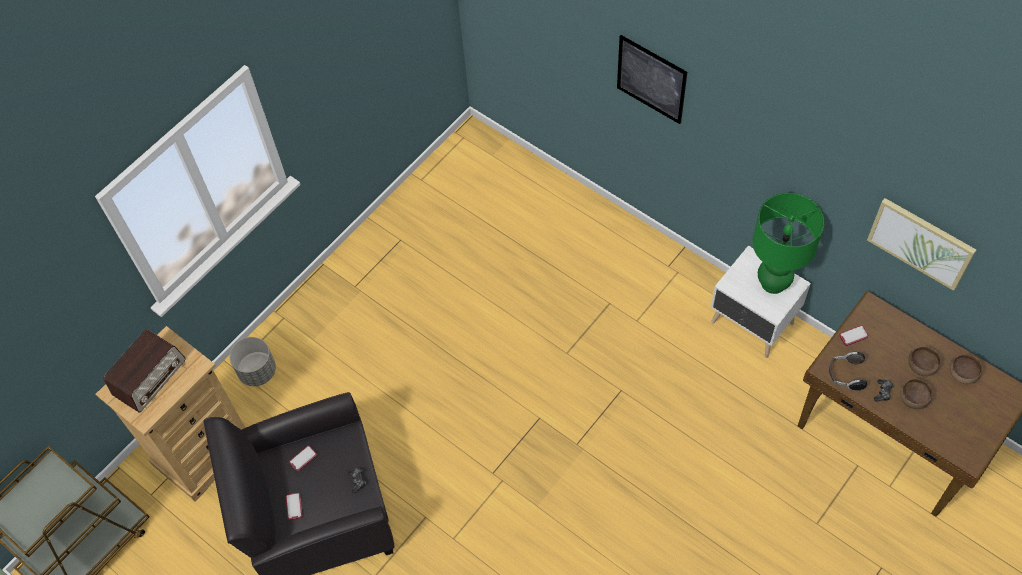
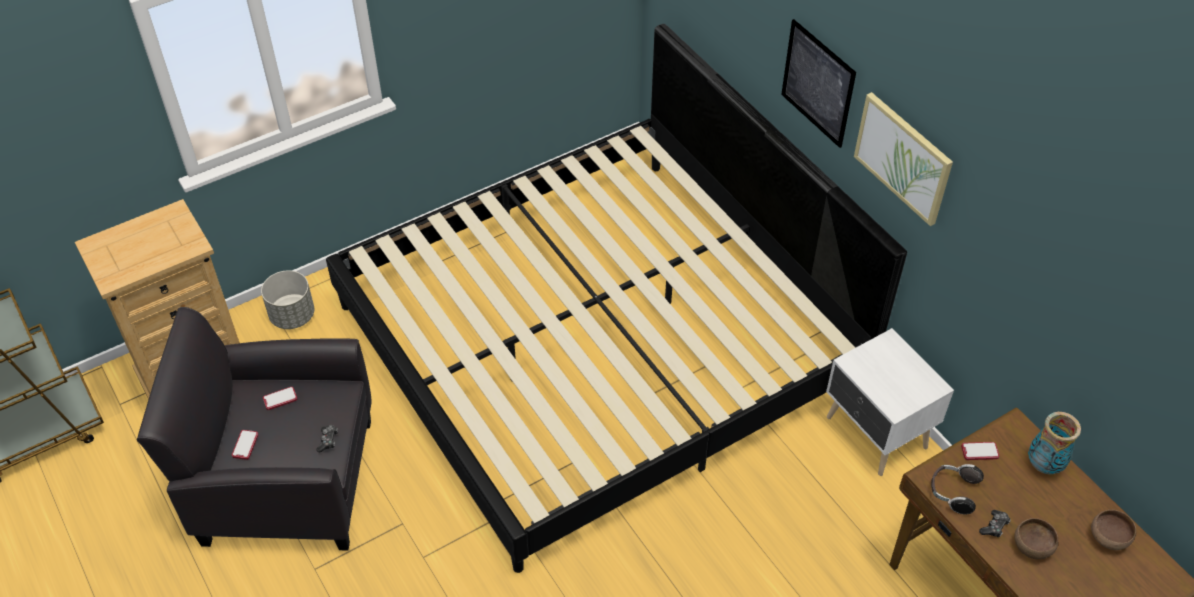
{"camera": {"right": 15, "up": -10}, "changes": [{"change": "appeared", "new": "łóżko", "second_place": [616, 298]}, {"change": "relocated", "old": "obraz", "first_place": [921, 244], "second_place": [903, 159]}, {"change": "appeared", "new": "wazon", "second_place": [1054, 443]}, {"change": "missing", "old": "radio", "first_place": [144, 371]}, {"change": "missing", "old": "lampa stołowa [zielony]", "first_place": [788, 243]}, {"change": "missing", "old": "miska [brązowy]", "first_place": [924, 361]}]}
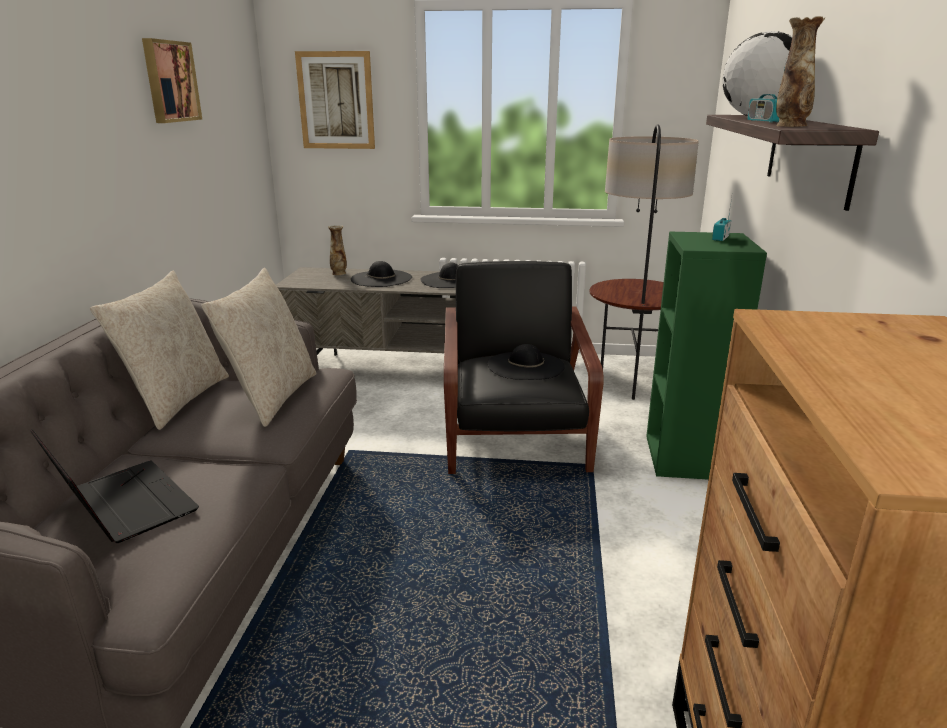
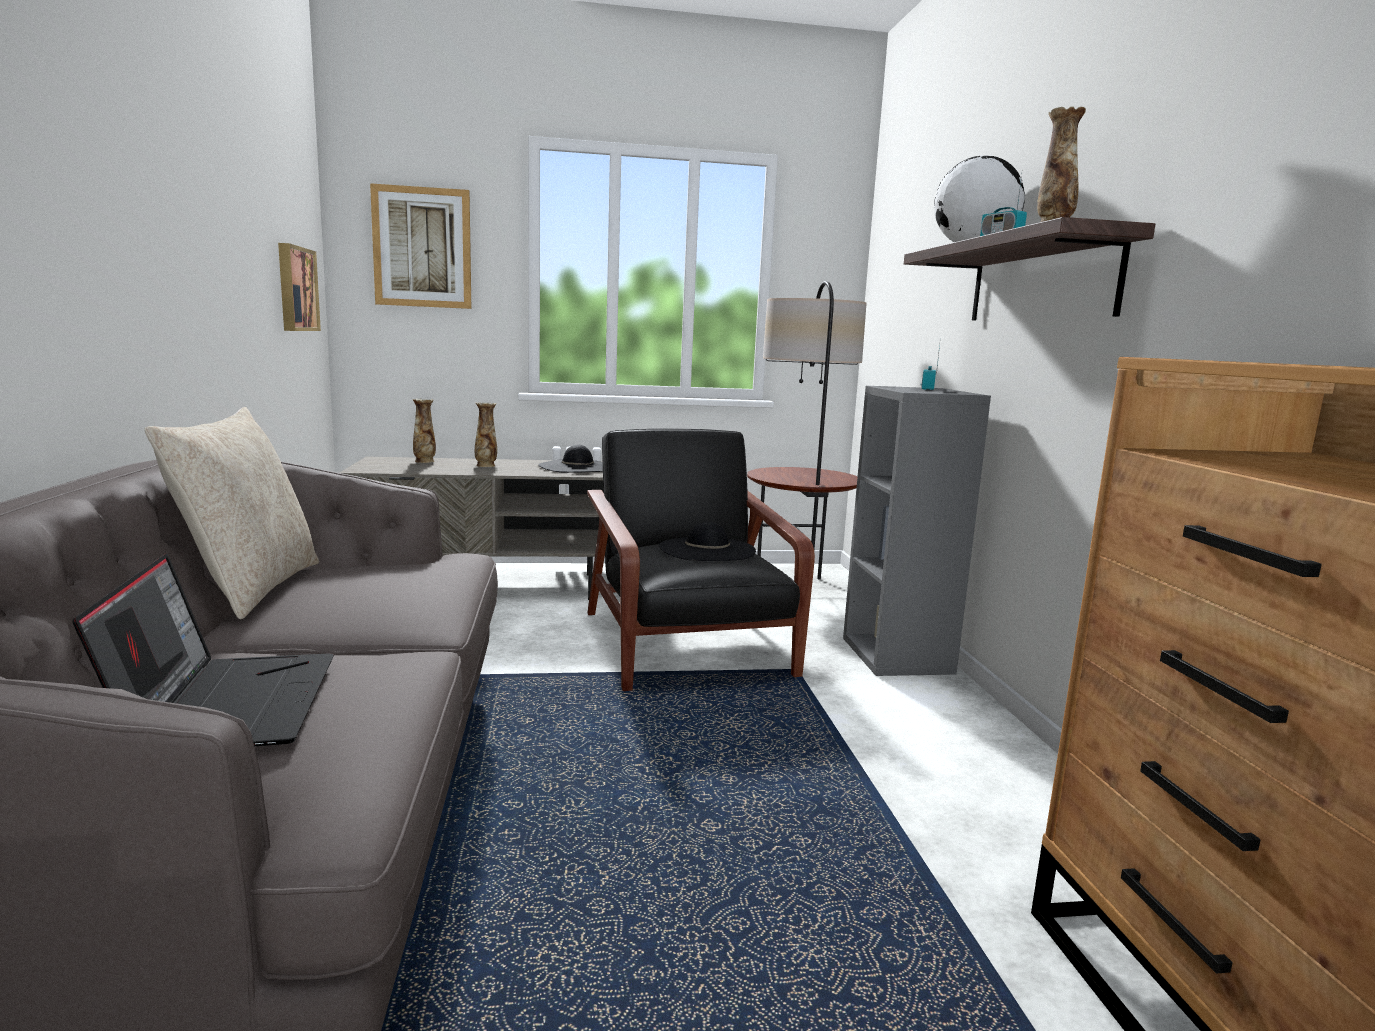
{"camera": {"right": -15, "up": -10}, "changes": [{"change": "spun", "old": "laptop", "first_place": [115, 486], "second_place": [203, 650], "degrees": 45}, {"change": "relocated", "old": "obraz", "first_place": [172, 80], "second_place": [299, 287]}, {"change": "exchanged", "old": "kapelusz [czarny]", "new": "wazon", "first_place": [381, 274], "second_place": [486, 434]}, {"change": "colour", "old": "regał [zielony]", "new": "regał [szary]", "first_place": [706, 356], "second_place": [917, 531]}, {"change": "missing", "old": "poduszka [beżowy]", "first_place": [259, 347]}]}
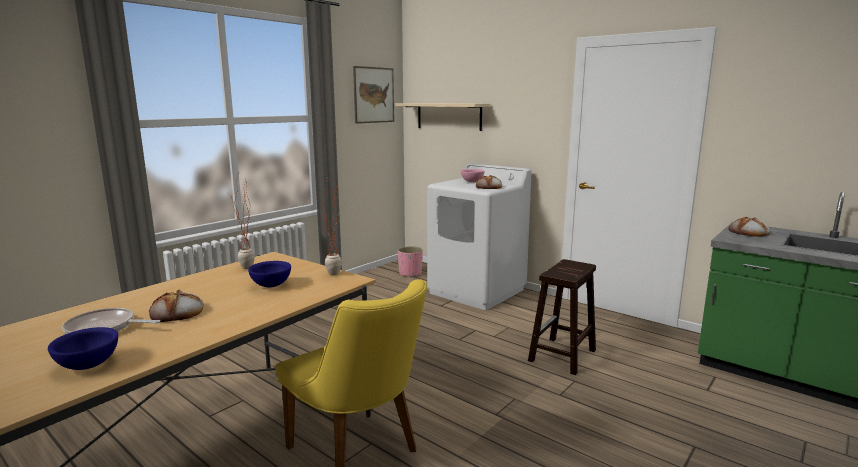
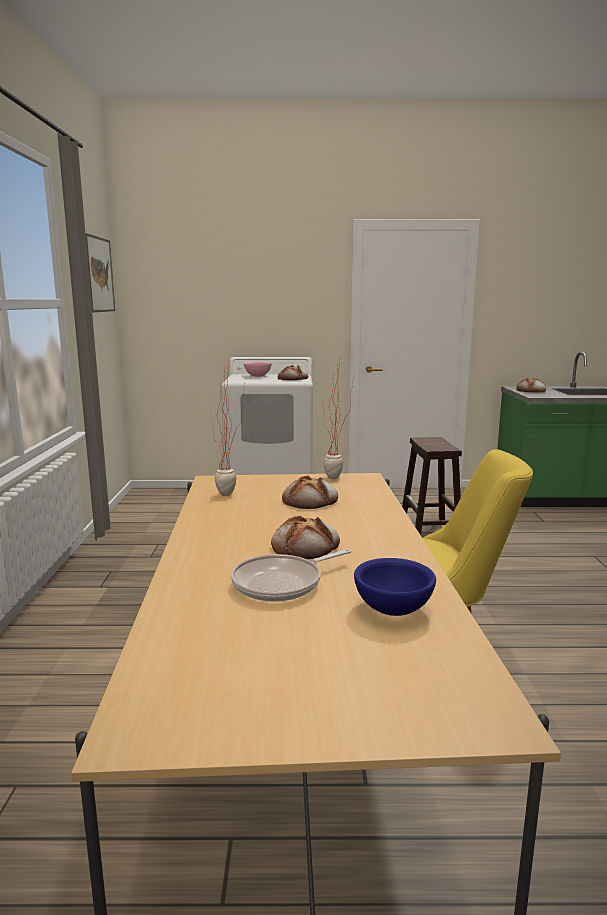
{"camera": {"right": -40, "up": 0}, "changes": [{"change": "exchanged", "old": "miska [niebieski]", "new": "chleb", "first_place": [269, 274], "second_place": [310, 492]}, {"change": "missing", "old": "półka [beżowy]", "first_place": [443, 117]}, {"change": "missing", "old": "donica [różowy]", "first_place": [410, 262]}]}
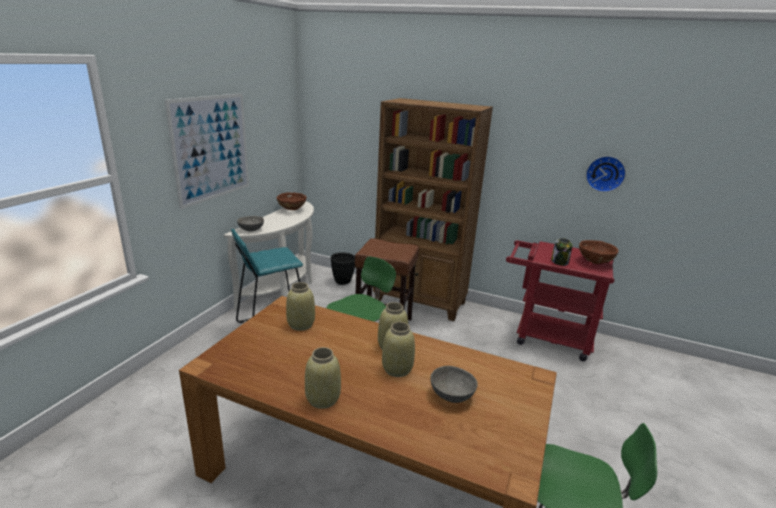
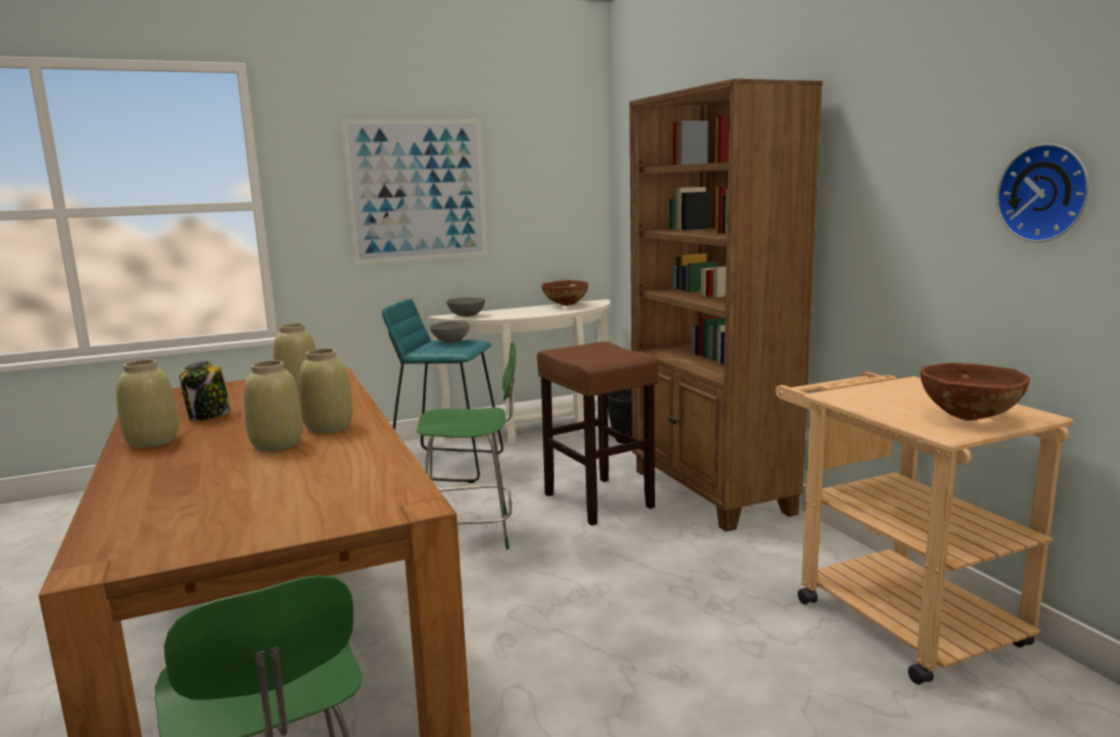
{"camera": {"right": 45, "up": -10}, "changes": [{"change": "relocated", "old": "słoik", "first_place": [561, 252], "second_place": [205, 391]}, {"change": "relocated", "old": "miska [szary]", "first_place": [454, 384], "second_place": [450, 332]}, {"change": "colour", "old": "wózek [czerwony]", "new": "wózek [beżowy]", "first_place": [560, 300], "second_place": [924, 528]}]}
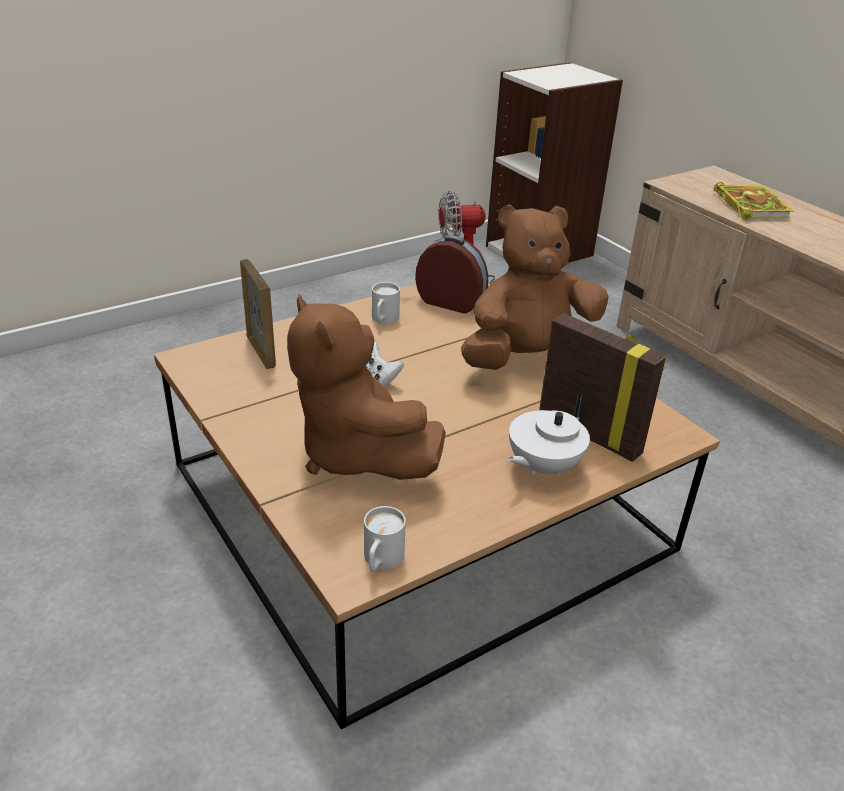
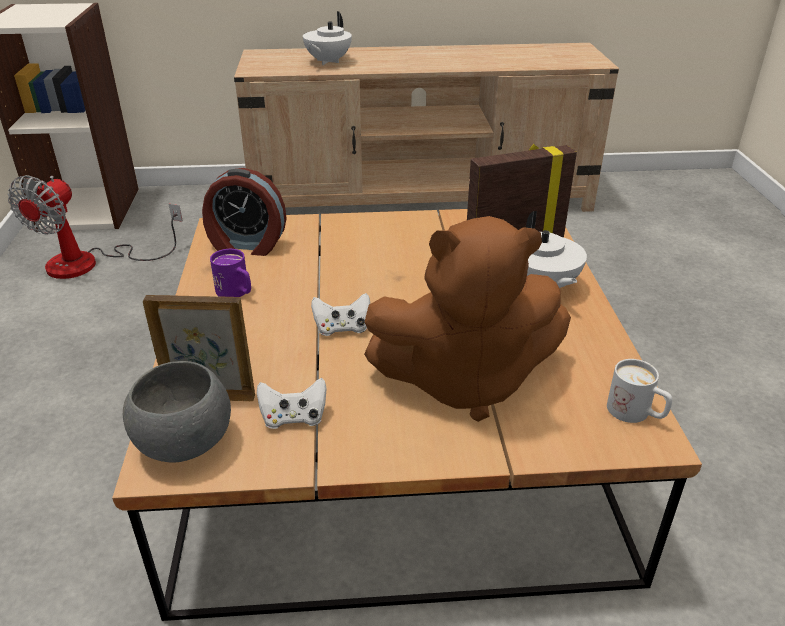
{"camera": {"right": -60, "up": 0}, "changes": [{"change": "appeared", "new": "miska [szary]", "second_place": [177, 412]}, {"change": "spun", "old": "budzik", "first_place": [451, 275], "second_place": [244, 212], "degrees": -135}, {"change": "colour", "old": "kubek [biały]", "new": "kubek [fioletowy]", "first_place": [386, 303], "second_place": [230, 273]}, {"change": "appeared", "new": "pad do gier [biały]", "second_place": [292, 403]}, {"change": "exchanged", "old": "książka", "new": "imbryk [biały]", "first_place": [753, 201], "second_place": [327, 38]}, {"change": "missing", "old": "pluszak [brązowy]", "first_place": [535, 287]}]}
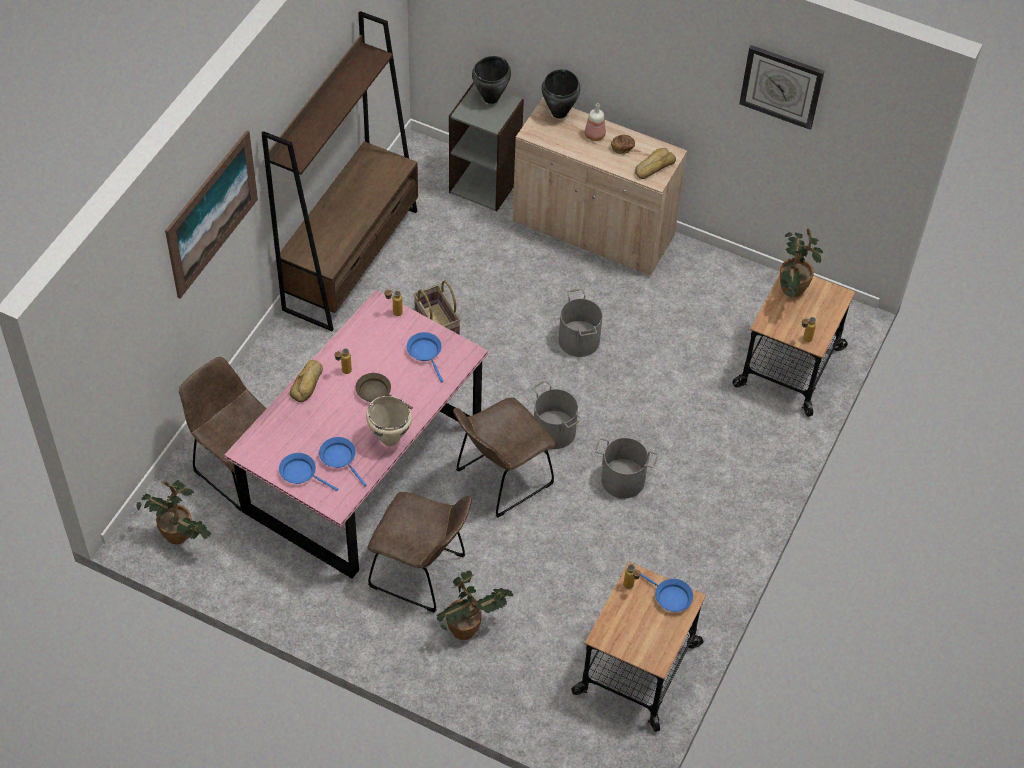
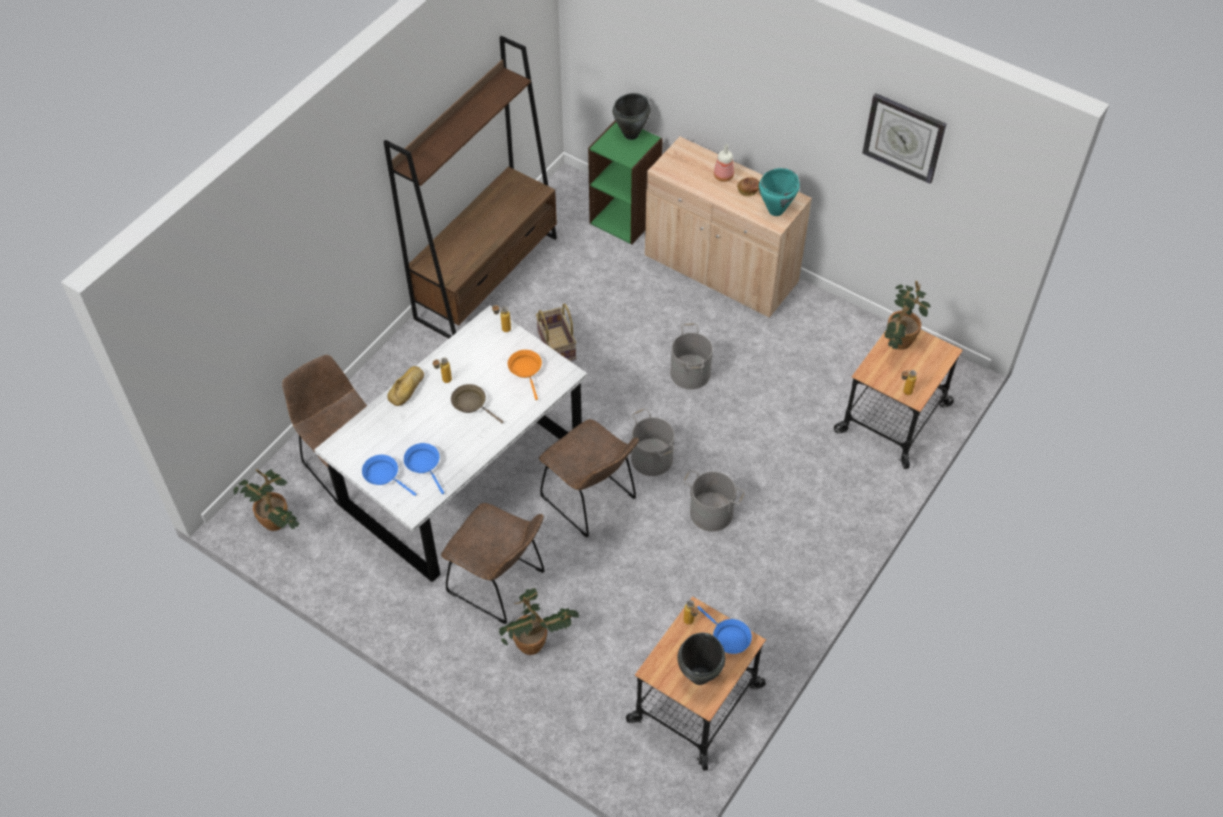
{"camera": {"right": 10, "up": 0}, "changes": [{"change": "colour", "old": "stół jadalny [różowy]", "new": "stół jadalny [biały]", "first_place": [356, 434], "second_place": [450, 443]}, {"change": "colour", "old": "patelnia [niebieski]", "new": "patelnia [pomarańczowy]", "first_place": [425, 357], "second_place": [525, 375]}, {"change": "spun", "old": "krzesło [brązowy]", "first_place": [504, 457], "second_place": [589, 478], "degrees": -105}, {"change": "colour", "old": "regał [szary]", "new": "regał [zielony]", "first_place": [486, 146], "second_place": [625, 183]}, {"change": "relocated", "old": "garnek [czarny]", "first_place": [561, 93], "second_place": [701, 659]}, {"change": "exchanged", "old": "chleb", "new": "garnek [turkusowy]", "first_place": [655, 163], "second_place": [779, 192]}, {"change": "missing", "old": "obraz", "first_place": [211, 214]}, {"change": "missing", "old": "garnek [beżowy]", "first_place": [389, 421]}]}
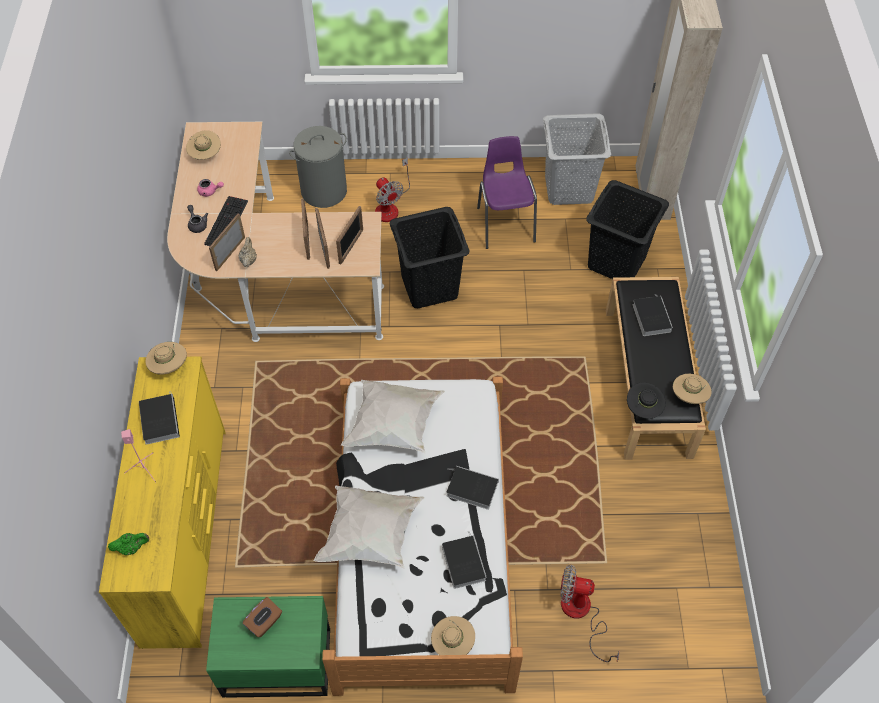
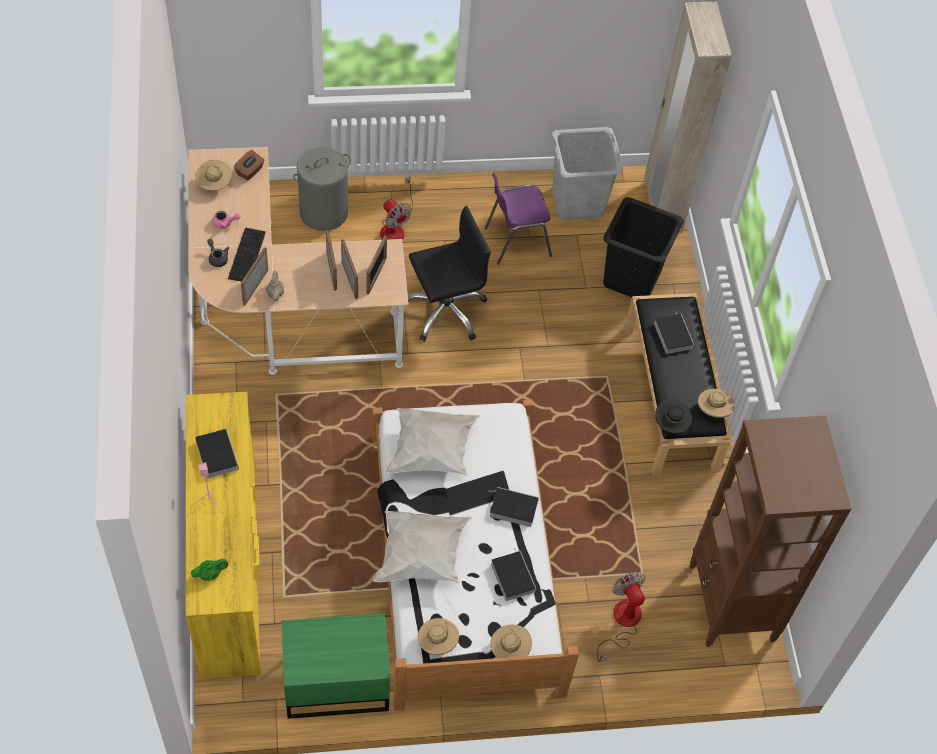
{"camera": {"right": -10, "up": 0}, "changes": [{"change": "relocated", "old": "pudełko chusteczek [brązowy]", "first_place": [262, 617], "second_place": [249, 165]}, {"change": "exchanged", "old": "kosz na pranie [czarny]", "new": "krzesło biurowe [czarny]", "first_place": [429, 257], "second_place": [449, 274]}, {"change": "relocated", "old": "kapelusz [beżowy]", "first_place": [166, 358], "second_place": [438, 636]}, {"change": "spun", "old": "krzesło [fioletowy]", "first_place": [507, 192], "second_place": [518, 219], "degrees": -90}, {"change": "spun", "old": "wentylator", "first_place": [589, 613], "second_place": [621, 617], "degrees": 60}, {"change": "appeared", "new": "regał [brązowy]", "second_place": [770, 531]}]}
